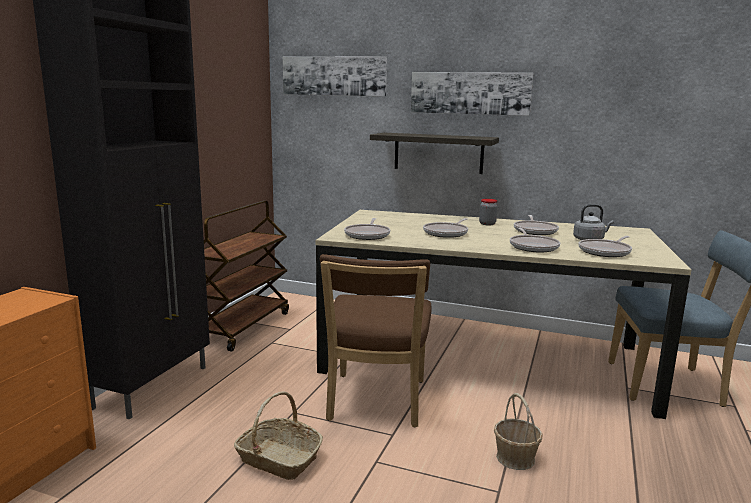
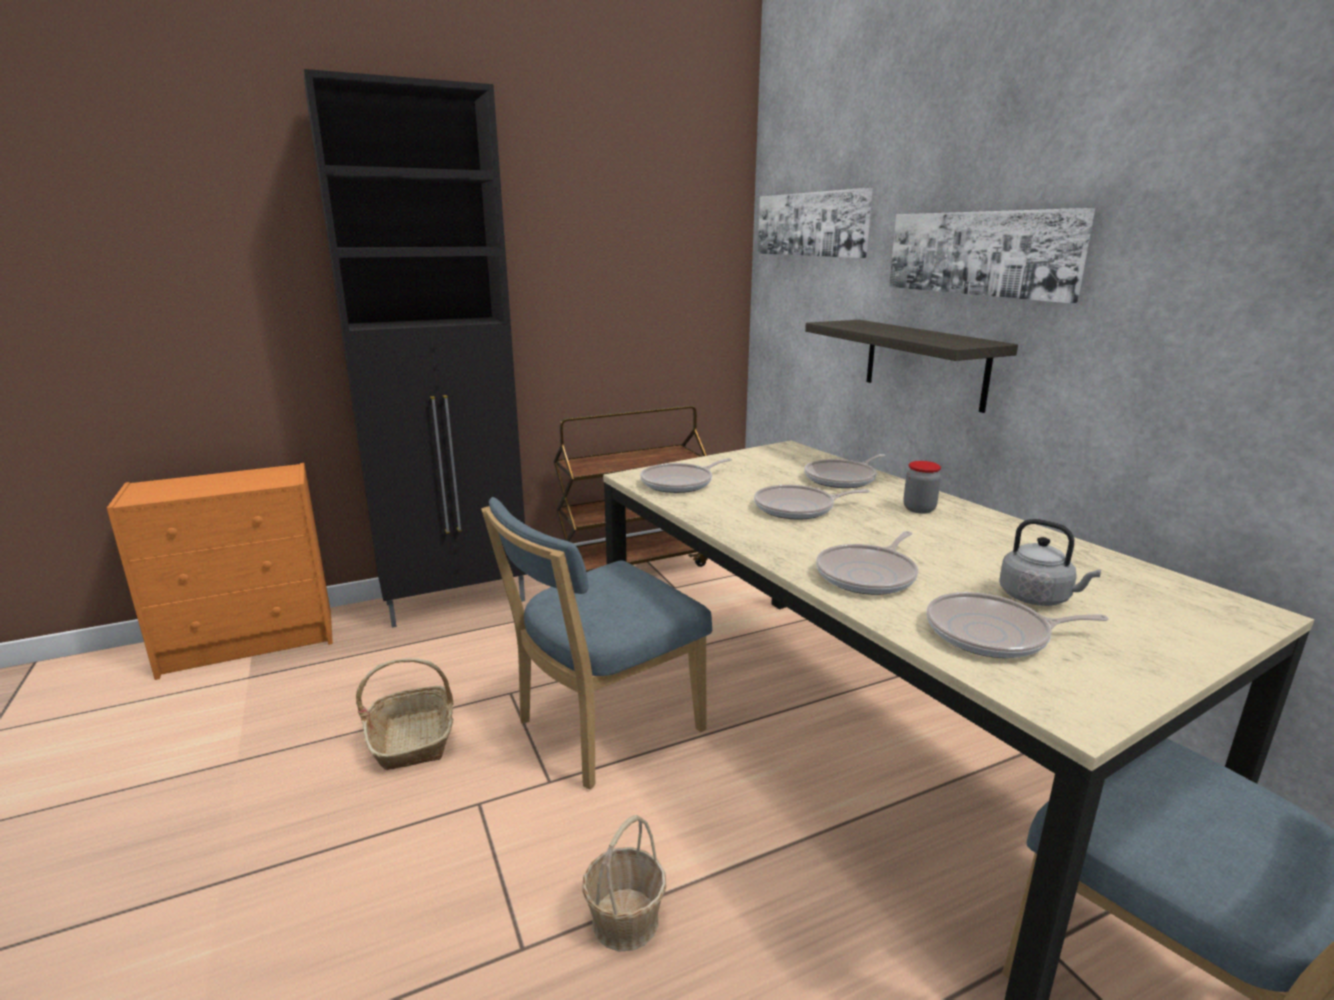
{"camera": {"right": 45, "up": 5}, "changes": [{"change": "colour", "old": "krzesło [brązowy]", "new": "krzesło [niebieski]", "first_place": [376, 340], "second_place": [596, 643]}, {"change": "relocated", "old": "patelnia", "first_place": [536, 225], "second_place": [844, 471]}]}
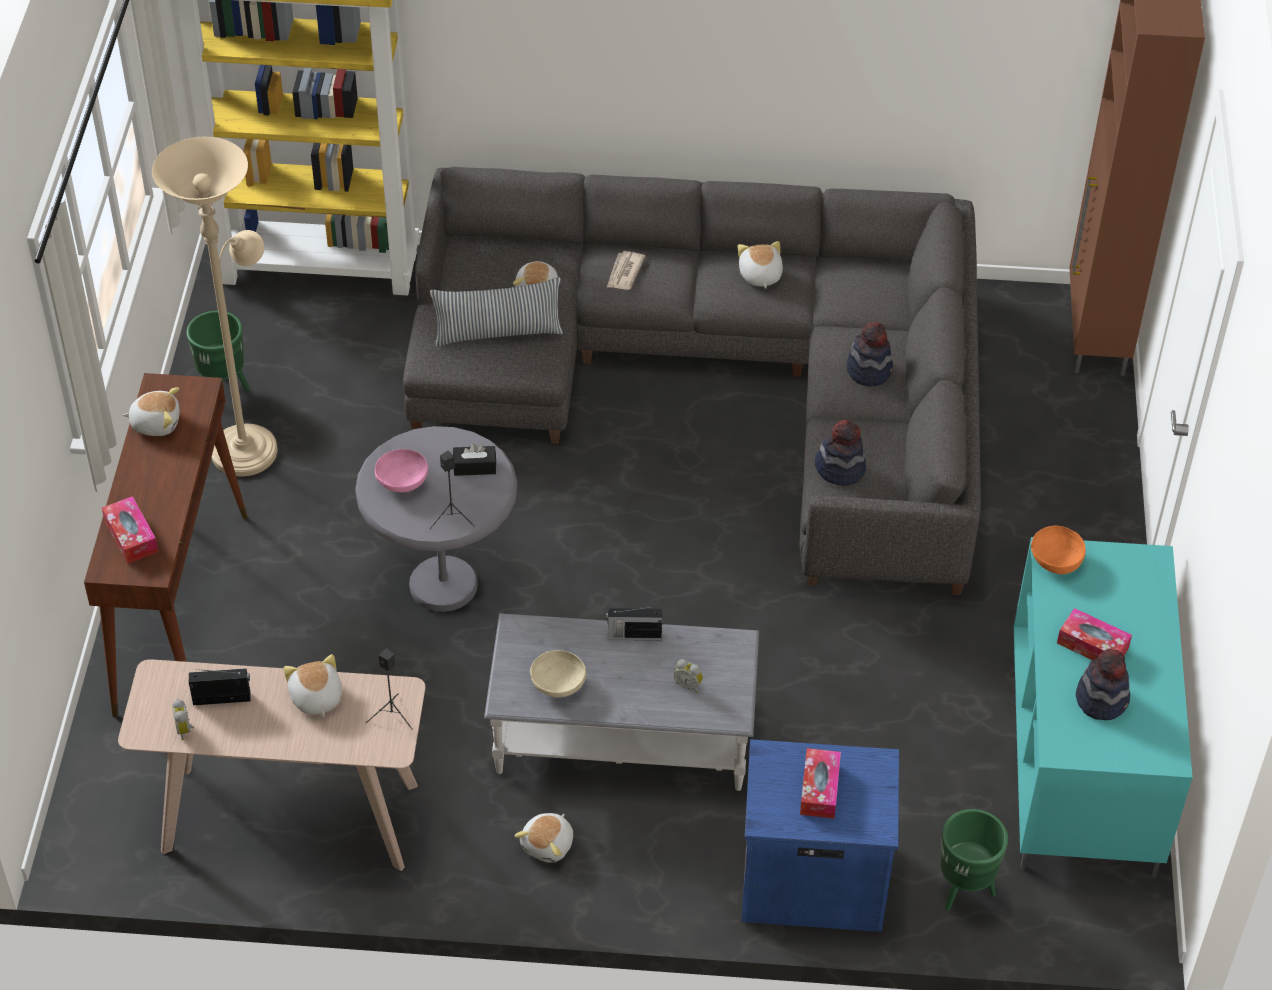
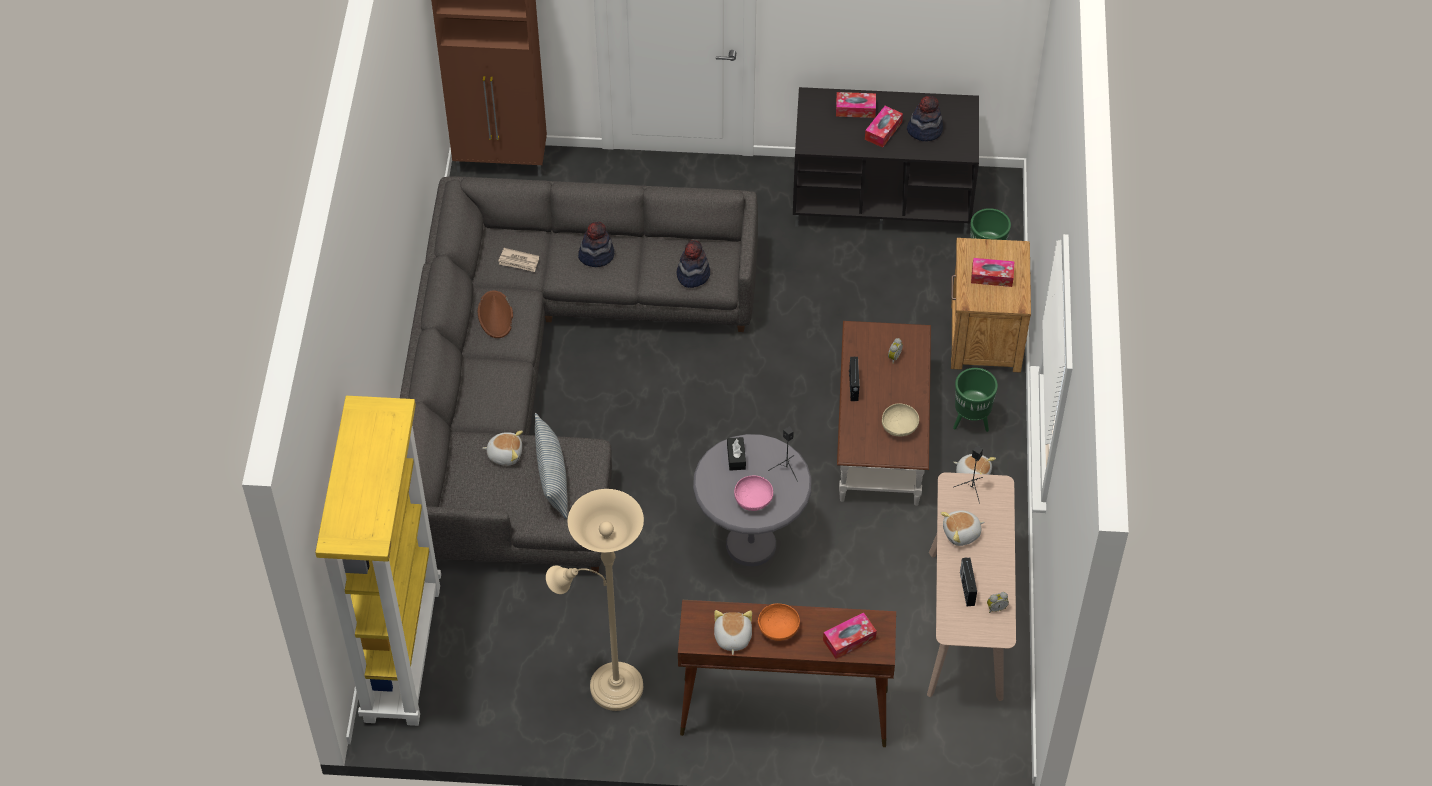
{"camera": {"right": -90, "up": 5}, "changes": [{"change": "exchanged", "old": "pluszak", "new": "kapelusz [brązowy]", "first_place": [760, 264], "second_place": [495, 314]}, {"change": "relocated", "old": "gazeta", "first_place": [626, 270], "second_place": [518, 260]}, {"change": "relocated", "old": "miska [pomarańczowy]", "first_place": [1058, 550], "second_place": [779, 622]}, {"change": "colour", "old": "szafka pod telewizor [turkusowy]", "new": "szafka pod telewizor [czarny]", "first_place": [1103, 707], "second_place": [886, 161]}, {"change": "appeared", "new": "pudełko chusteczek", "second_place": [856, 105]}, {"change": "colour", "old": "ława [szary]", "new": "ława [brązowy]", "first_place": [621, 702], "second_place": [884, 413]}, {"change": "colour", "old": "szafka nocna [niebieski]", "new": "szafka nocna [brązowy]", "first_place": [820, 835], "second_place": [991, 305]}, {"change": "relocated", "old": "donica [zielony]", "first_place": [218, 351], "second_place": [975, 400]}]}
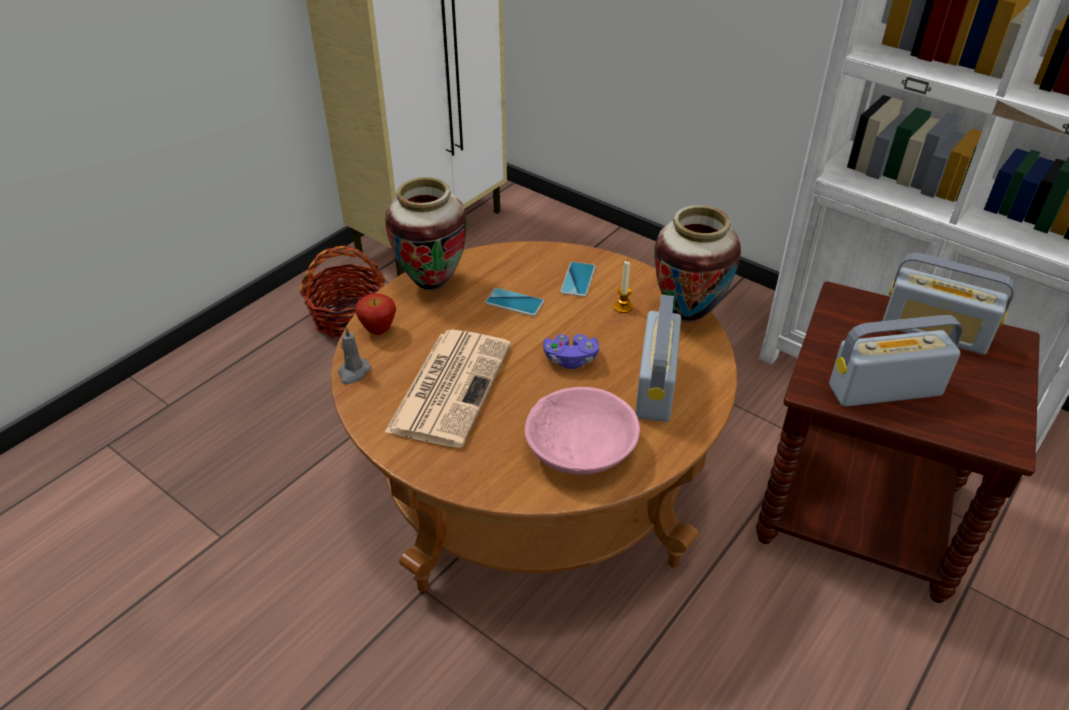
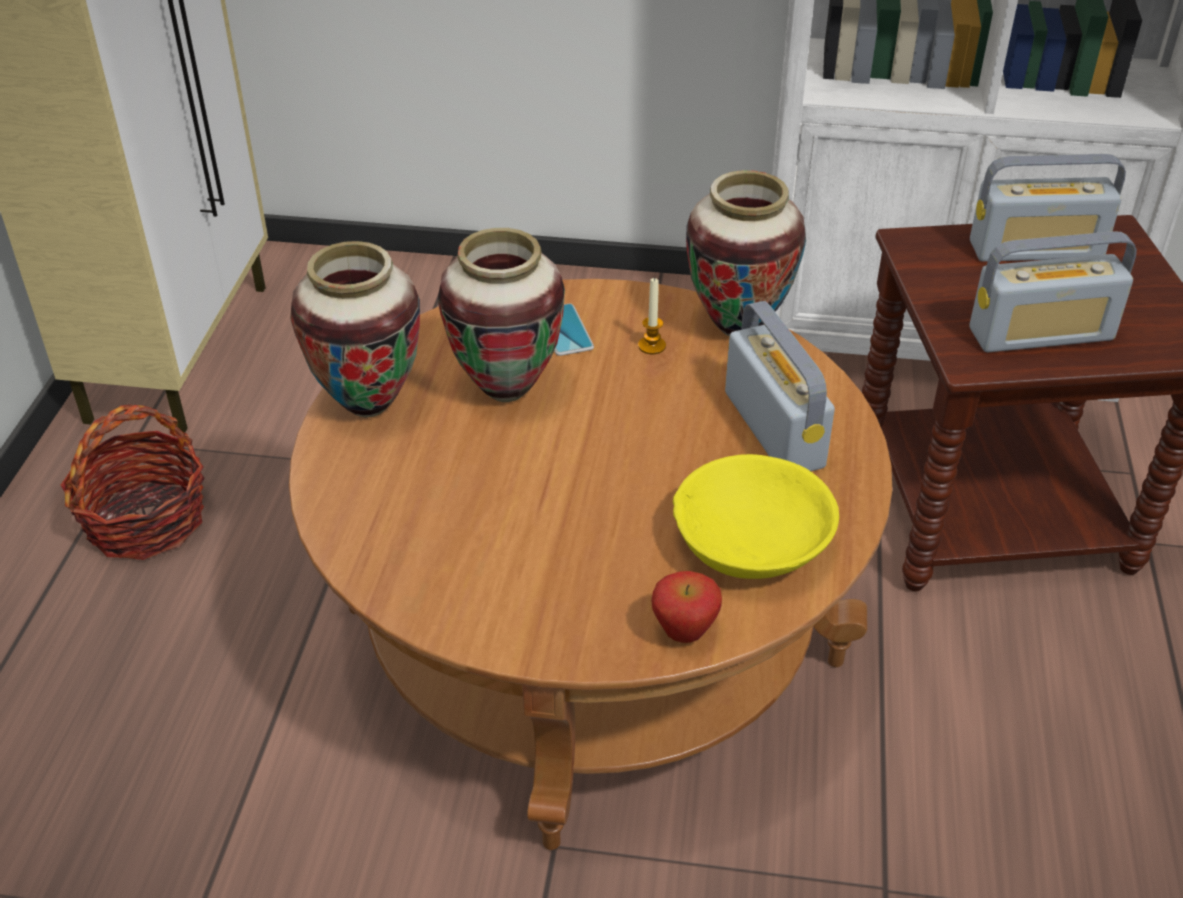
{"camera": {"right": -30, "up": 0}, "changes": [{"change": "exchanged", "old": "telefon", "new": "wazon", "first_place": [514, 302], "second_place": [501, 315]}, {"change": "relocated", "old": "jabłko", "first_place": [375, 314], "second_place": [686, 607]}, {"change": "colour", "old": "miska [różowy]", "new": "miska [żółty]", "first_place": [582, 431], "second_place": [756, 516]}, {"change": "spun", "old": "radio", "first_place": [896, 361], "second_place": [1053, 291], "degrees": -150}, {"change": "missing", "old": "świeca [szary]", "first_place": [354, 355]}, {"change": "missing", "old": "gazeta", "first_place": [447, 389]}, {"change": "missing", "old": "pad do gier [fioletowy]", "first_place": [571, 351]}]}
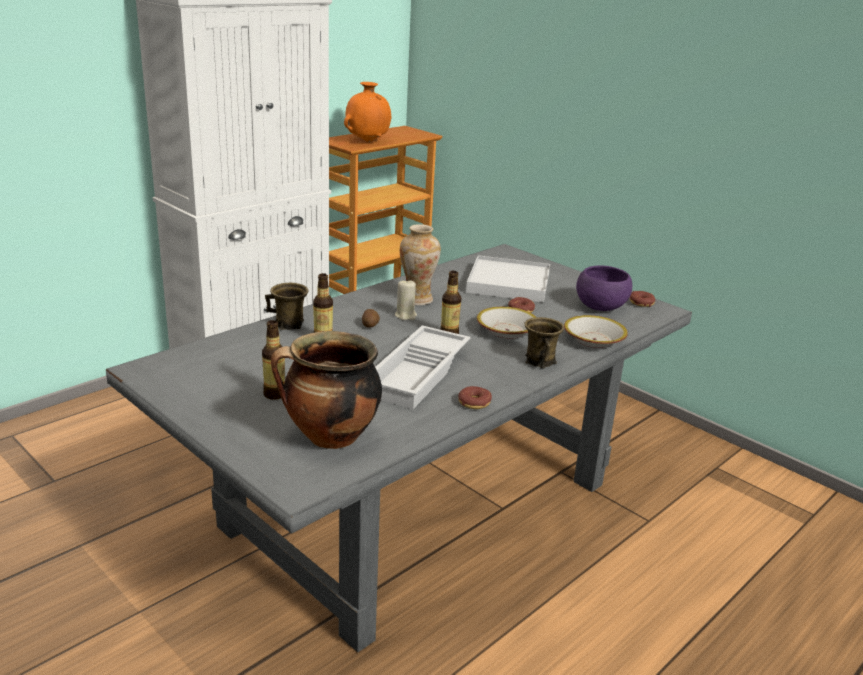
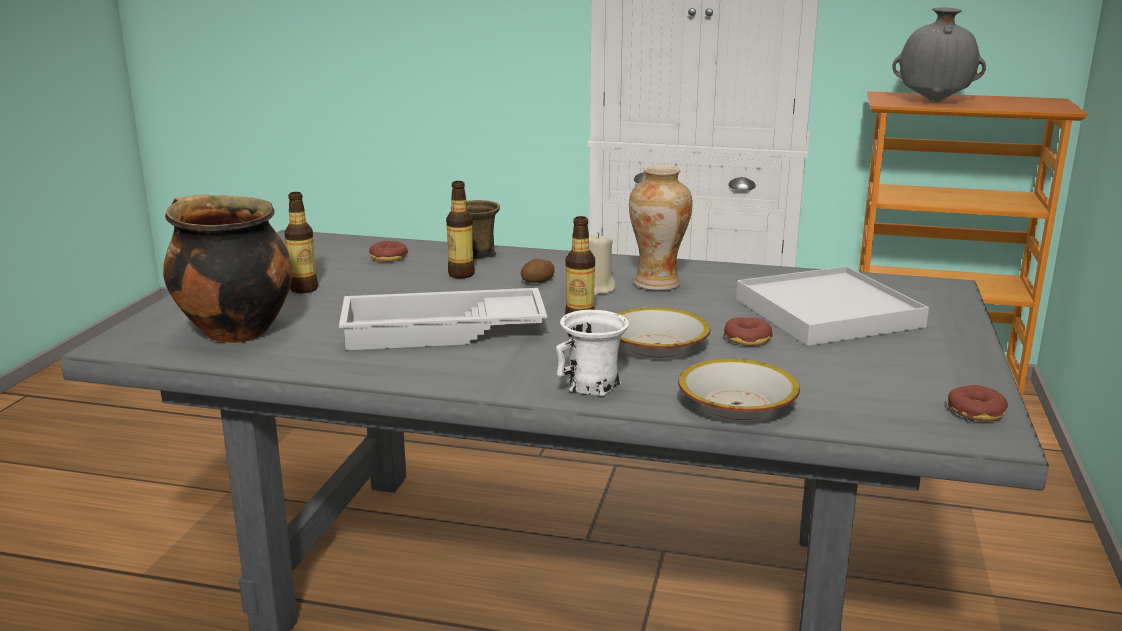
{"camera": {"right": 60, "up": -5}, "changes": [{"change": "relocated", "old": "donut", "first_place": [475, 397], "second_place": [388, 251]}, {"change": "colour", "old": "kubek [brązowy]", "new": "kubek [biały]", "first_place": [545, 342], "second_place": [592, 353]}, {"change": "colour", "old": "wazon [pomarańczowy]", "new": "wazon [szary]", "first_place": [367, 112], "second_place": [939, 54]}, {"change": "missing", "old": "miska [fioletowy]", "first_place": [604, 288]}]}
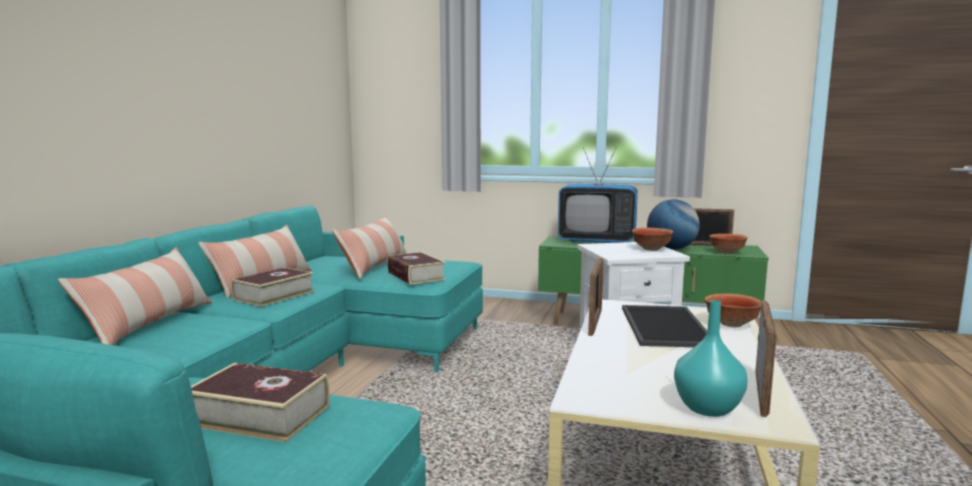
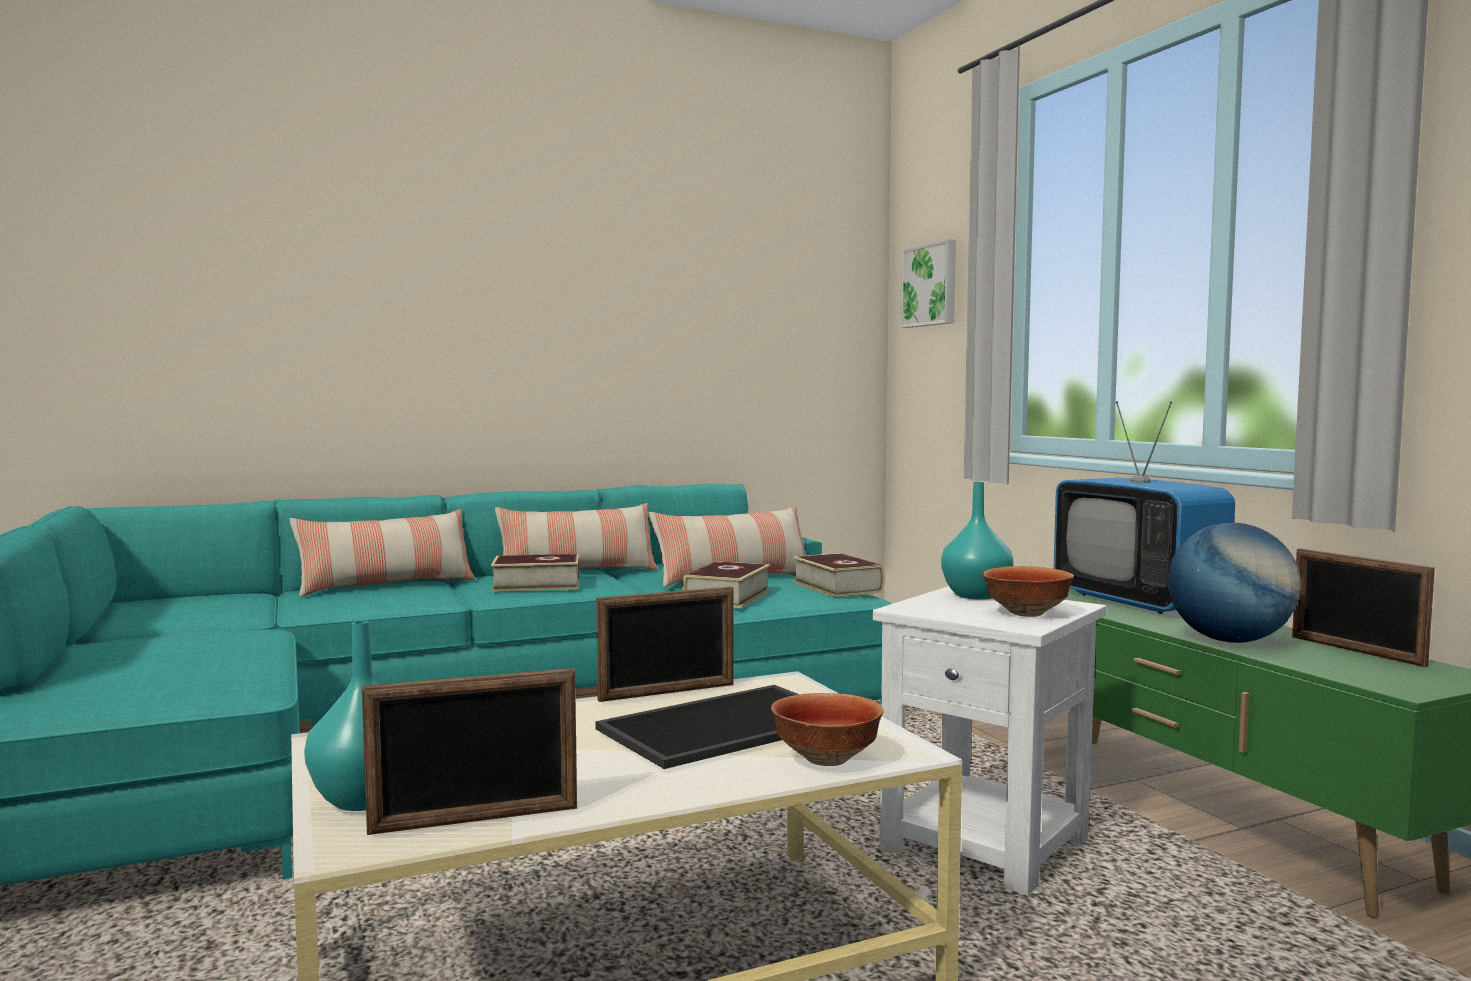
{"camera": {"right": 50, "up": -5}, "changes": [{"change": "relocated", "old": "książka", "first_place": [260, 402], "second_place": [838, 575]}, {"change": "appeared", "new": "obraz", "second_place": [928, 283]}, {"change": "appeared", "new": "wazon [turkusowy]", "second_place": [977, 541]}, {"change": "missing", "old": "miska", "first_place": [728, 244]}]}
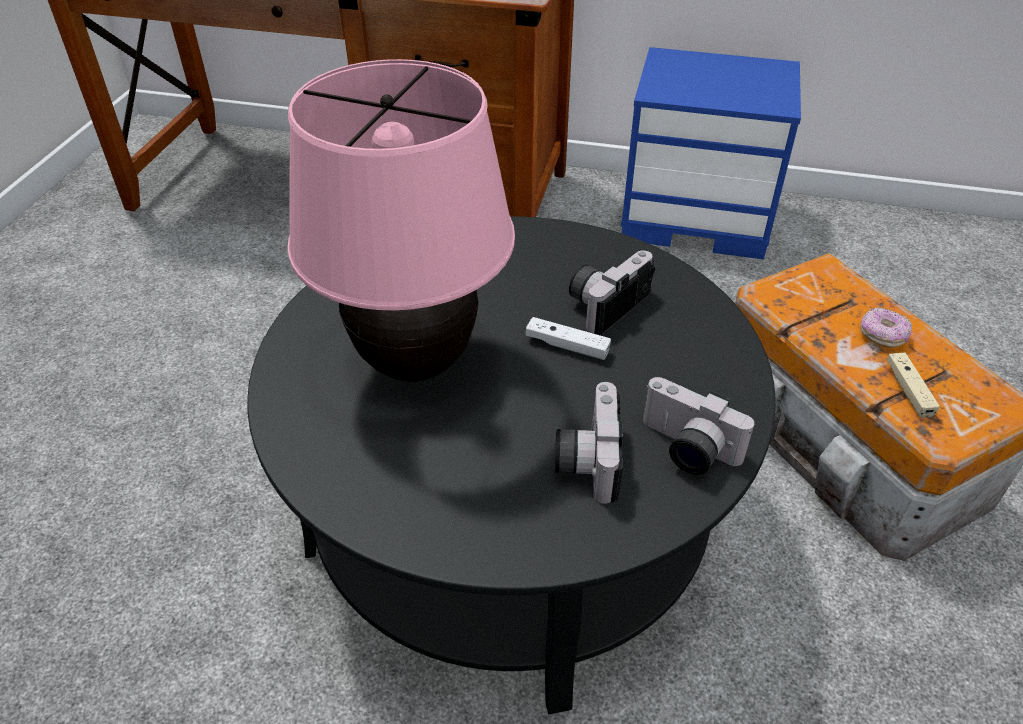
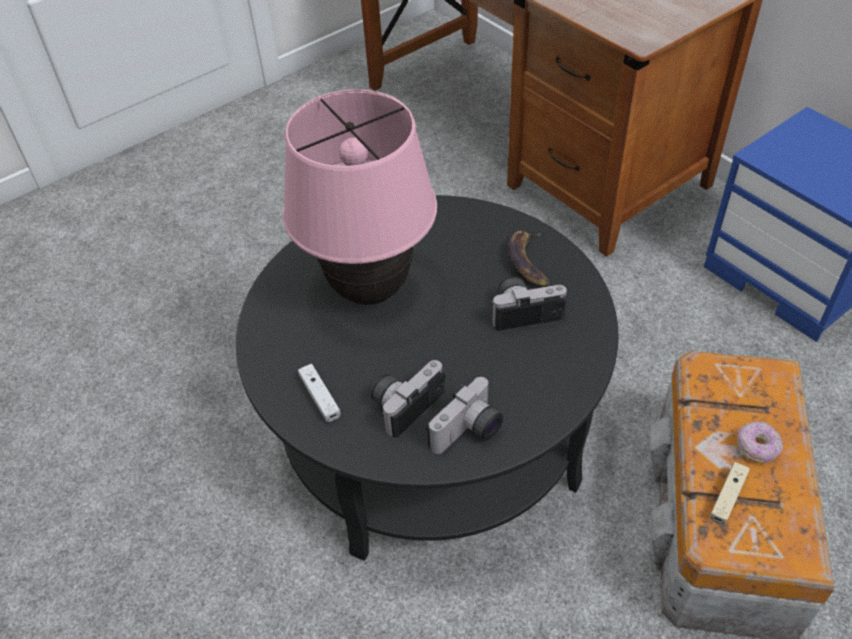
{"camera": {"right": 40, "up": 5}, "changes": [{"change": "relocated", "old": "pad do gier [biały]", "first_place": [568, 338], "second_place": [319, 393]}, {"change": "spun", "old": "aparat fotograficzny", "first_place": [698, 426], "second_place": [465, 415], "degrees": -120}, {"change": "appeared", "new": "banan", "second_place": [529, 258]}]}
